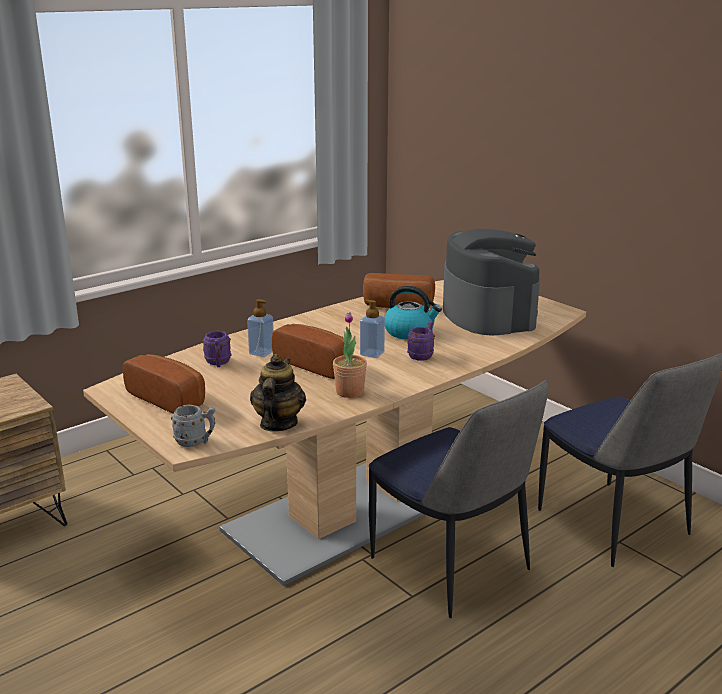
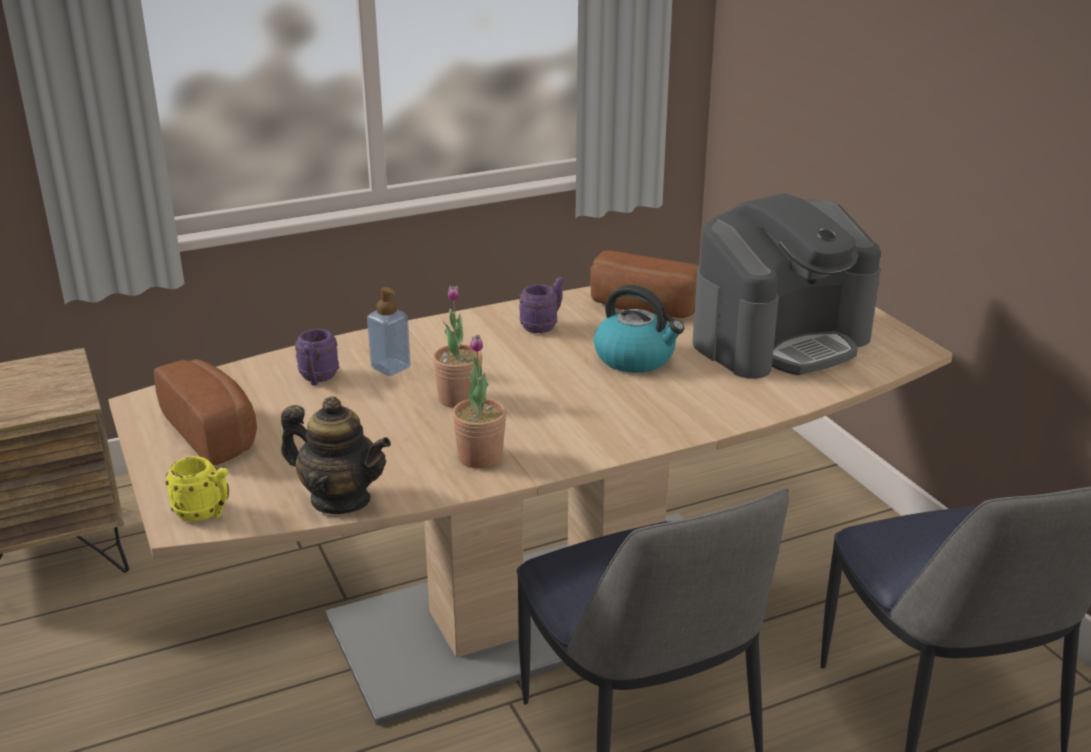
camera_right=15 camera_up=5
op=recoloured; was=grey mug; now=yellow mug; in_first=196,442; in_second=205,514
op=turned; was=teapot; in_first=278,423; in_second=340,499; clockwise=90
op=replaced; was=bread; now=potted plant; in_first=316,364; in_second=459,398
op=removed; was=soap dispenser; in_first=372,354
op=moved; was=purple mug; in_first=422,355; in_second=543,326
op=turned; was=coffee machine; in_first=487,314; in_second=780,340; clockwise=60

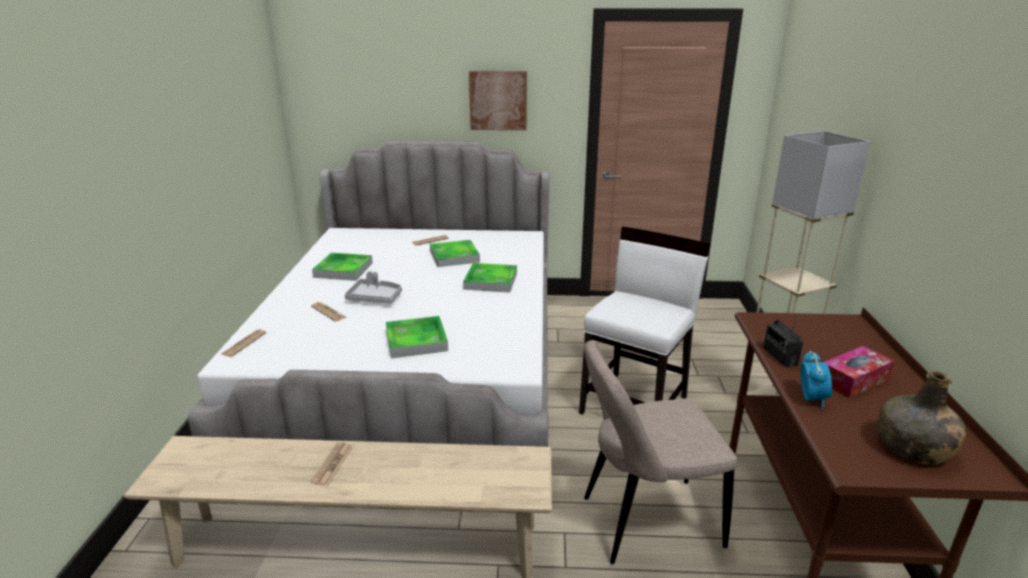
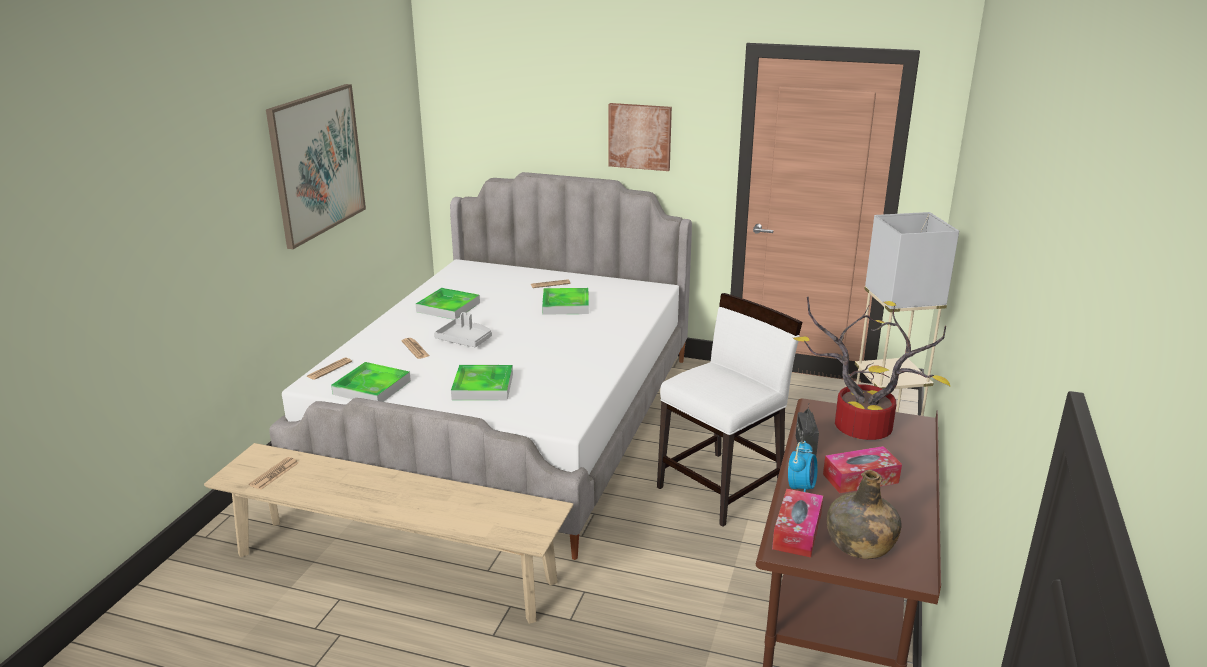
camera_right=15 camera_up=0
op=moved; was=newspaper; in_first=332,464; in_second=274,474
op=moved; was=tray; in_first=491,281; in_second=372,387
op=removed; was=beige chair; in_first=644,522
op=added; now=picture; in_second=317,163
op=added; now=tissue box; in_second=797,531
op=added; now=potted plant; in_second=857,429

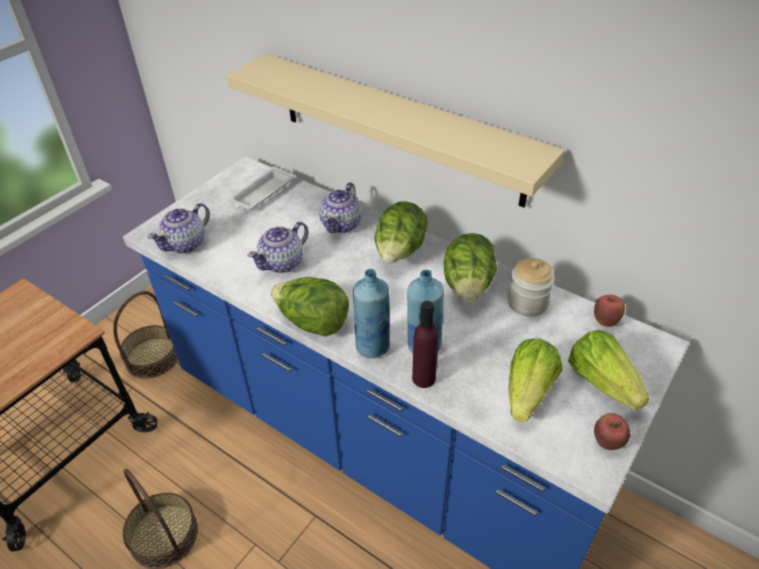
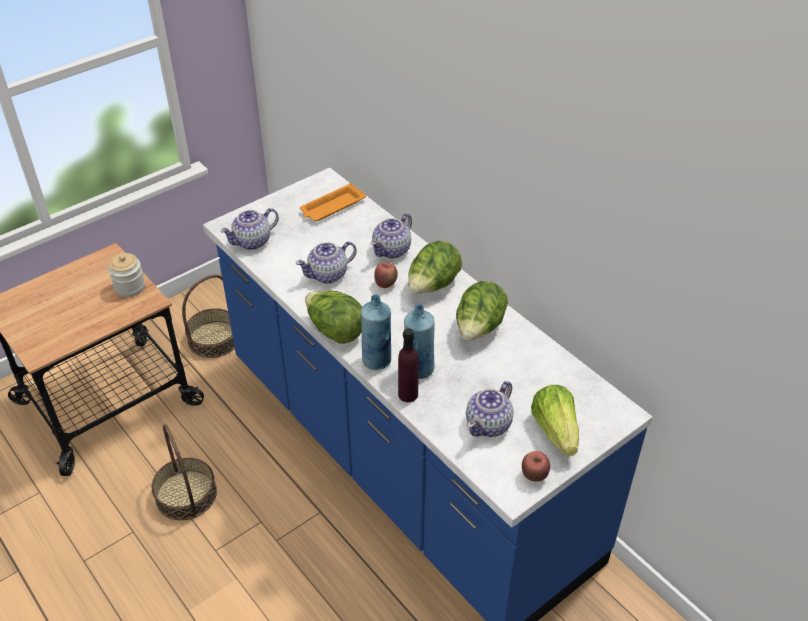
camera_right=15 camera_up=0
op=removed; was=beige shelf; in_first=398,128
op=recoloured; was=white tray; now=orange tray; in_first=261,193; in_second=332,207
op=moved; was=jar; in_first=527,303; in_second=130,287
op=replaced; was=lettuce; now=teapot; in_first=528,392; in_second=489,424
op=moved; was=apple; in_first=605,321; in_second=386,284

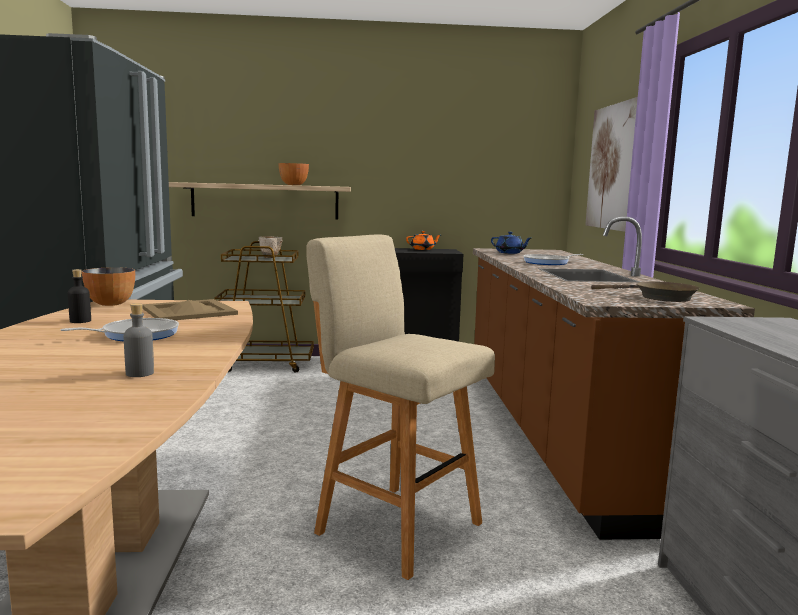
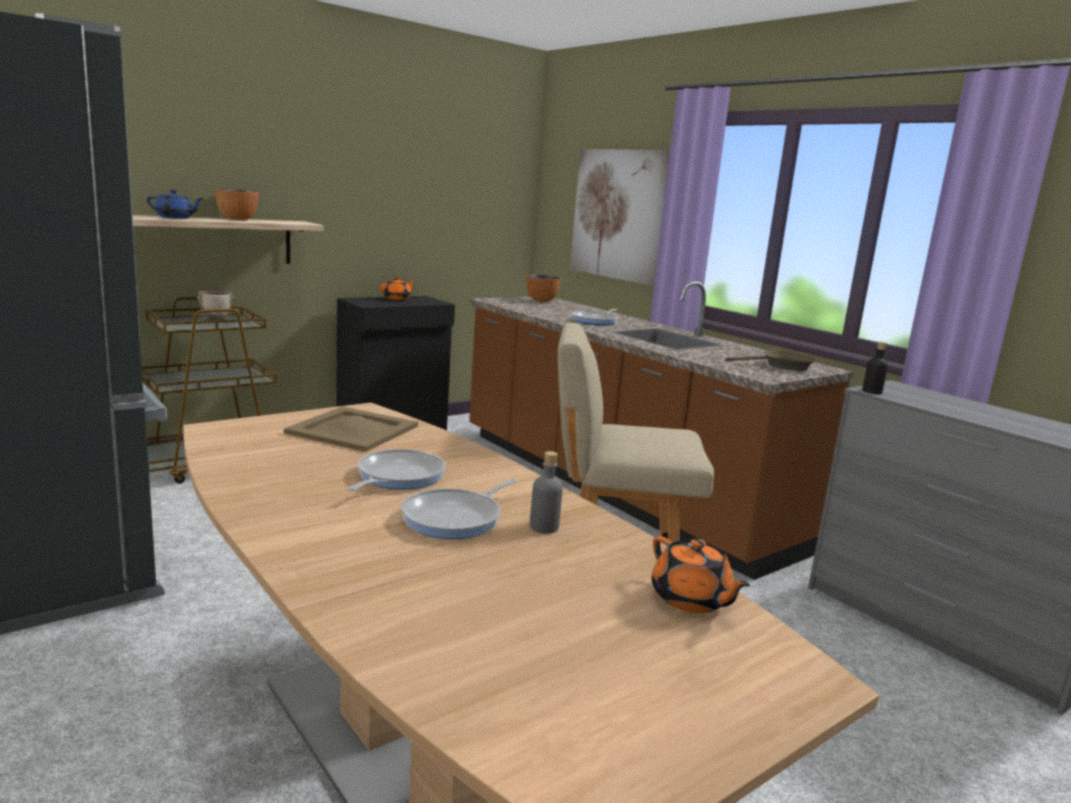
camera_right=-35 camera_up=5
op=moved; was=black bottle; in_first=80,321; in_second=872,391
op=moved; was=bowl; in_first=110,304; in_second=541,301
op=moved; was=blue teapot; in_first=509,253; in_second=175,218
op=added; now=frying pan; in_second=456,518
op=added; now=orange teapot; in_second=691,600

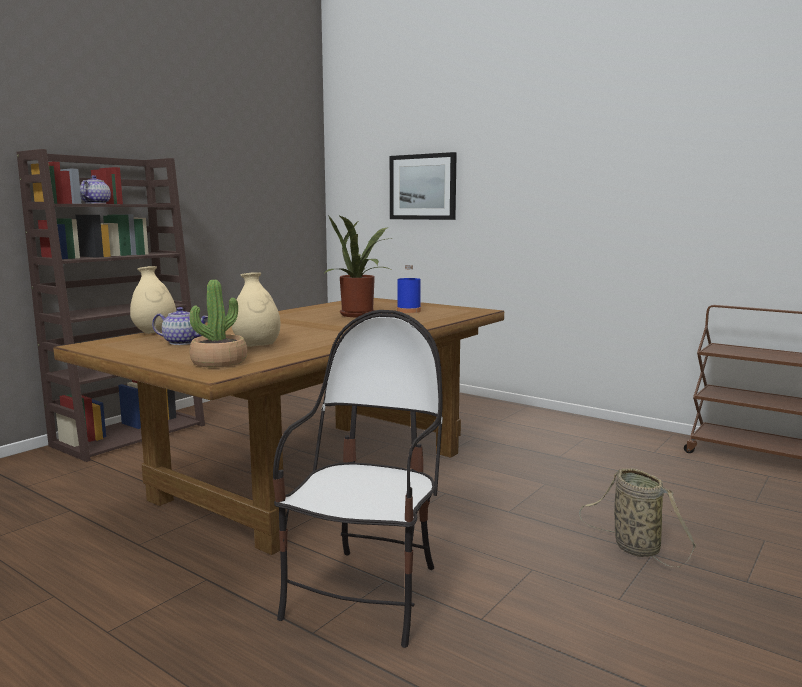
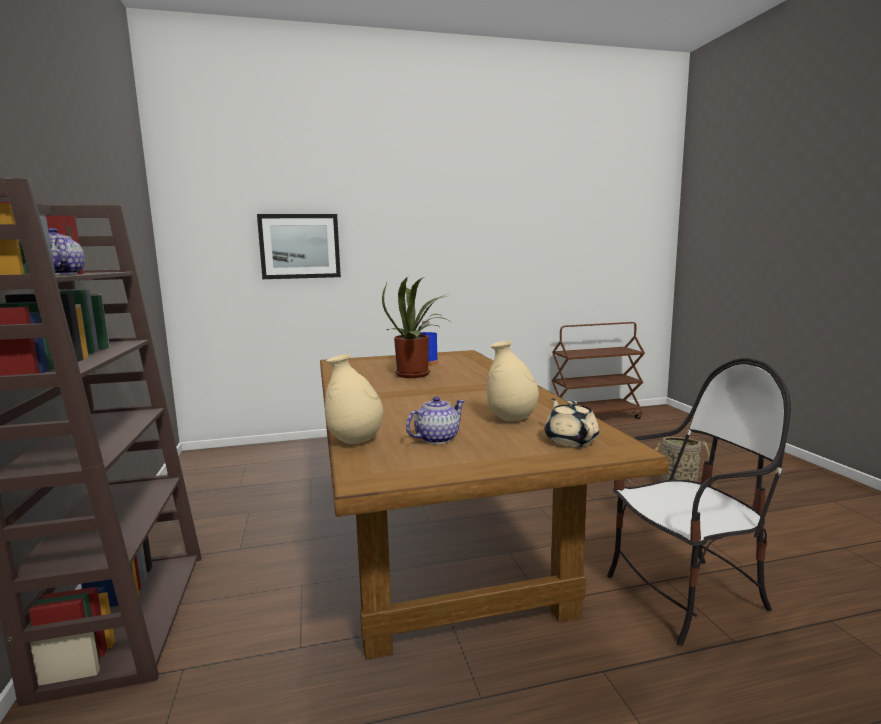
camera_right=-50 camera_up=0
op=replaced; was=potted plant; now=beige teapot; in_first=219,362; in_second=570,440
op=turned; was=chair; in_first=366,596; in_second=686,596; clockwise=105

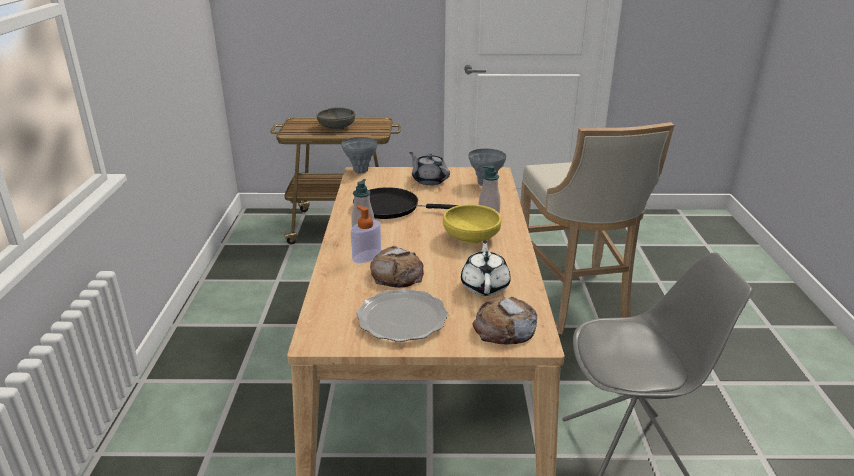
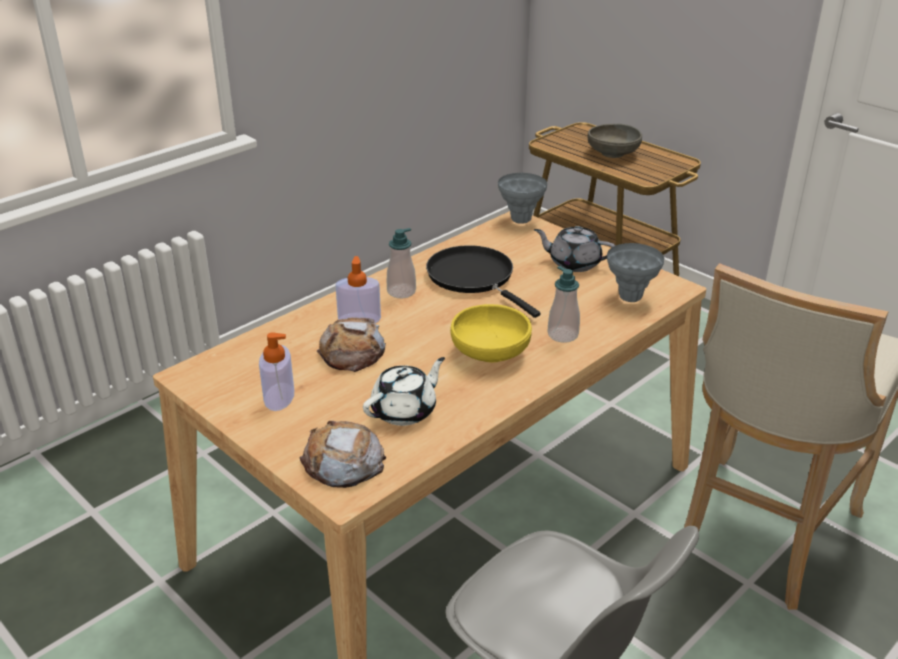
camera_right=45 camera_up=5
op=replaced; was=plate; now=soap dispenser; in_first=401,318; in_second=279,397
op=turned; was=grey teapot; in_first=429,180; in_second=573,263; clockwise=-75

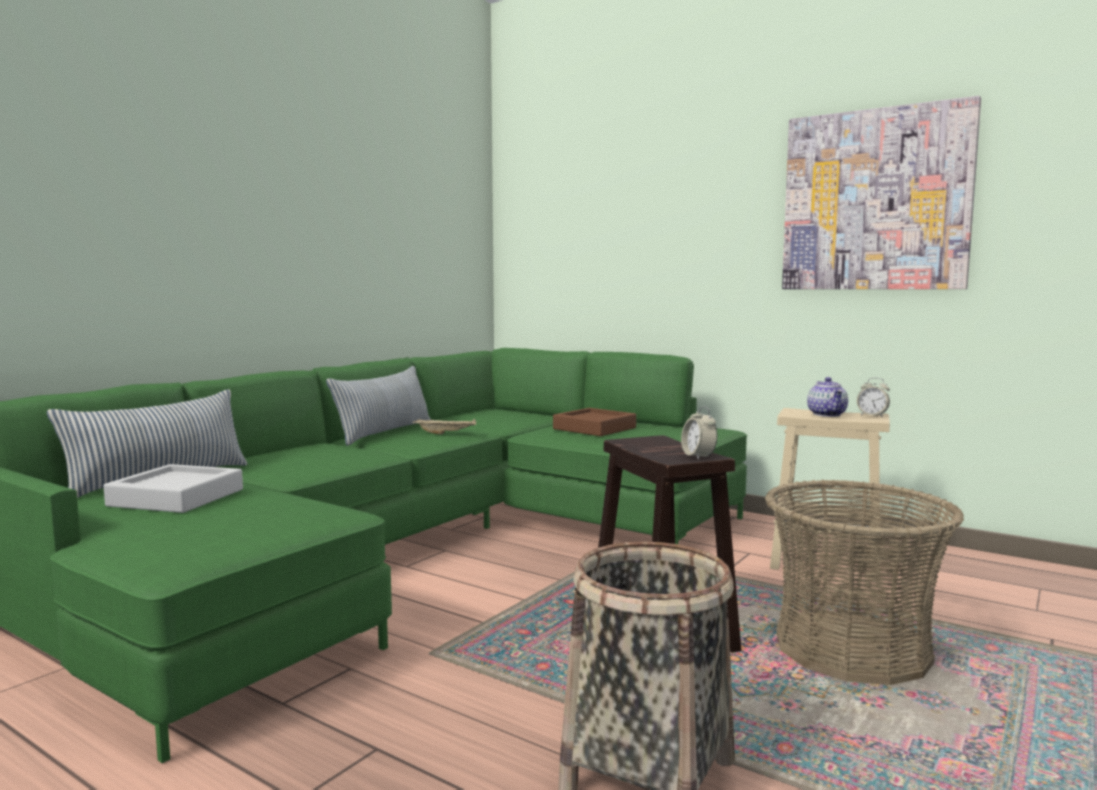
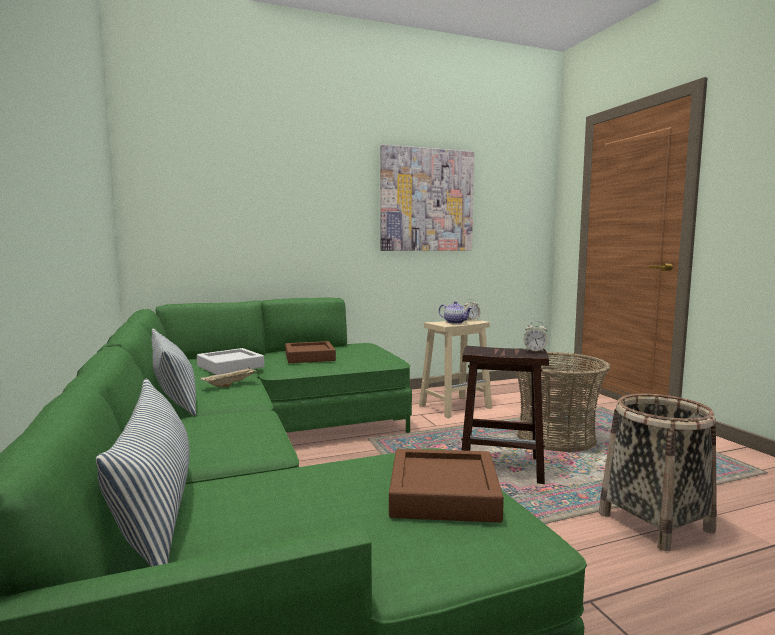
camera_right=-55 camera_up=0
op=moved; was=grey tray; in_first=176,497; in_second=230,366
op=added; now=brown tray; in_second=443,494

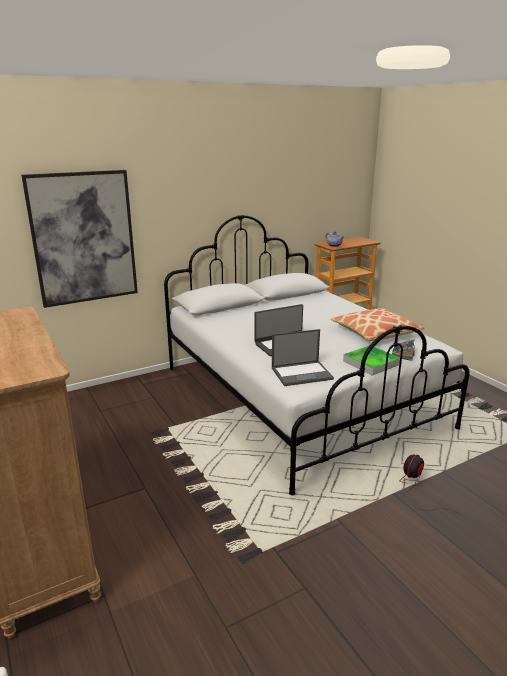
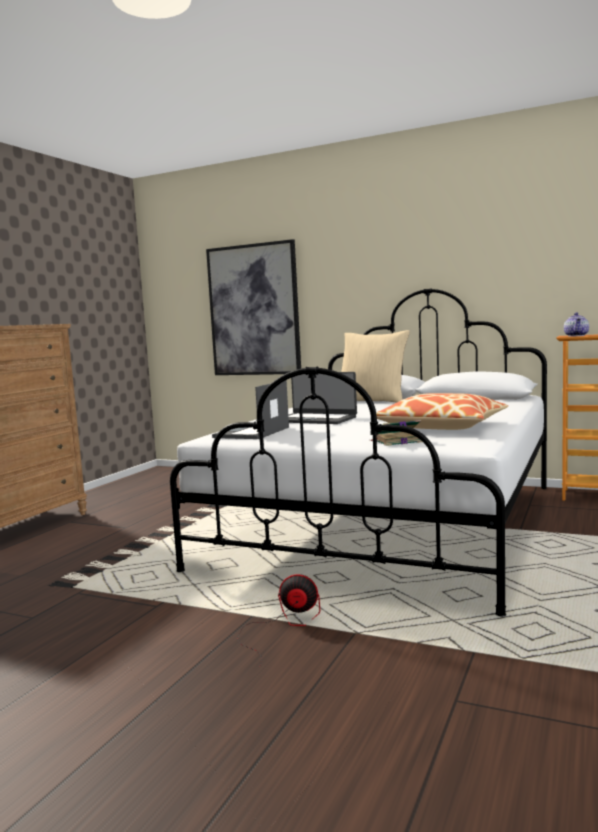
camera_right=55 camera_up=-15
op=turned; was=laptop; in_first=302,373; in_second=251,432; clockwise=75
op=removed; was=tray; in_first=371,363
op=added; now=beige pillow; in_second=373,400

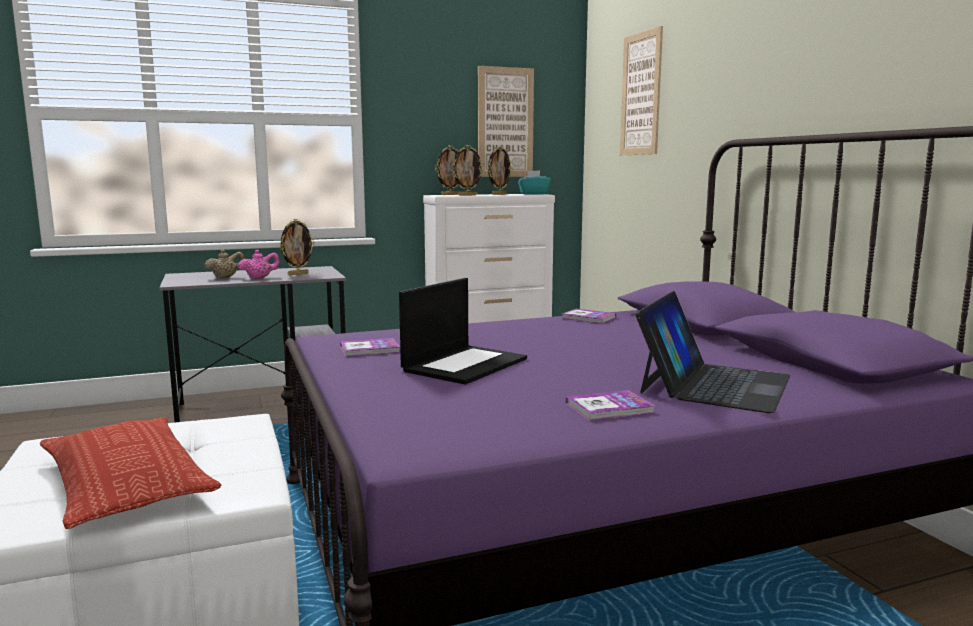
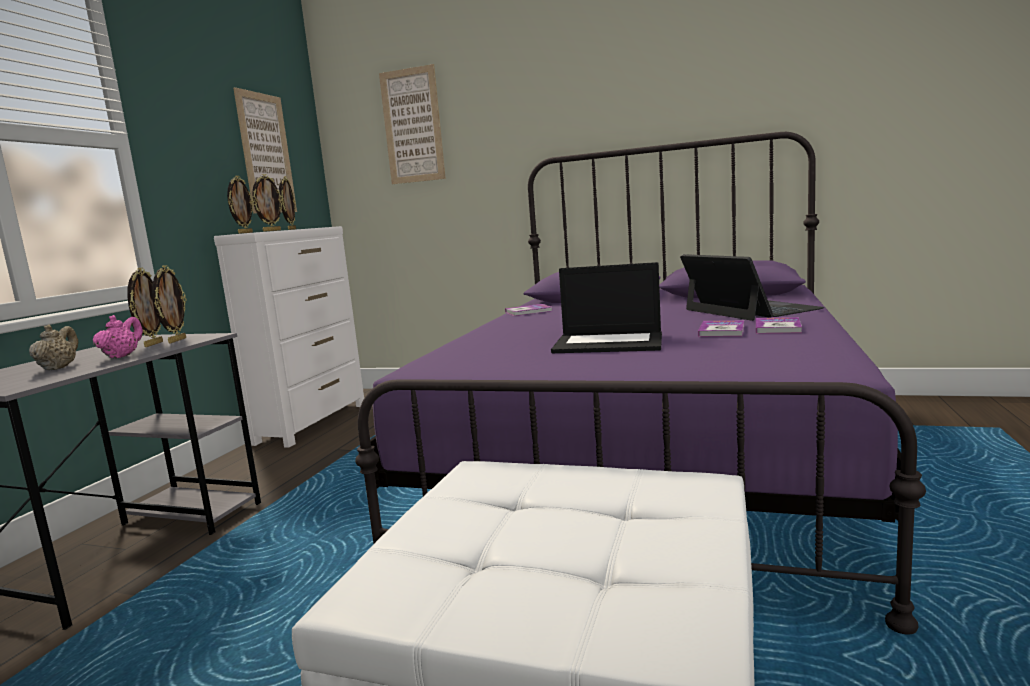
camera_right=-50 camera_up=0
op=removed; was=pillow; in_first=126,482
op=moved; was=book; in_first=370,349; in_second=721,331
op=turned; was=laptop; in_first=465,364; in_second=610,343; clockwise=120
op=removed; was=turquoise tissue box; in_first=533,194
op=added; now=picture frame; in_second=176,340

